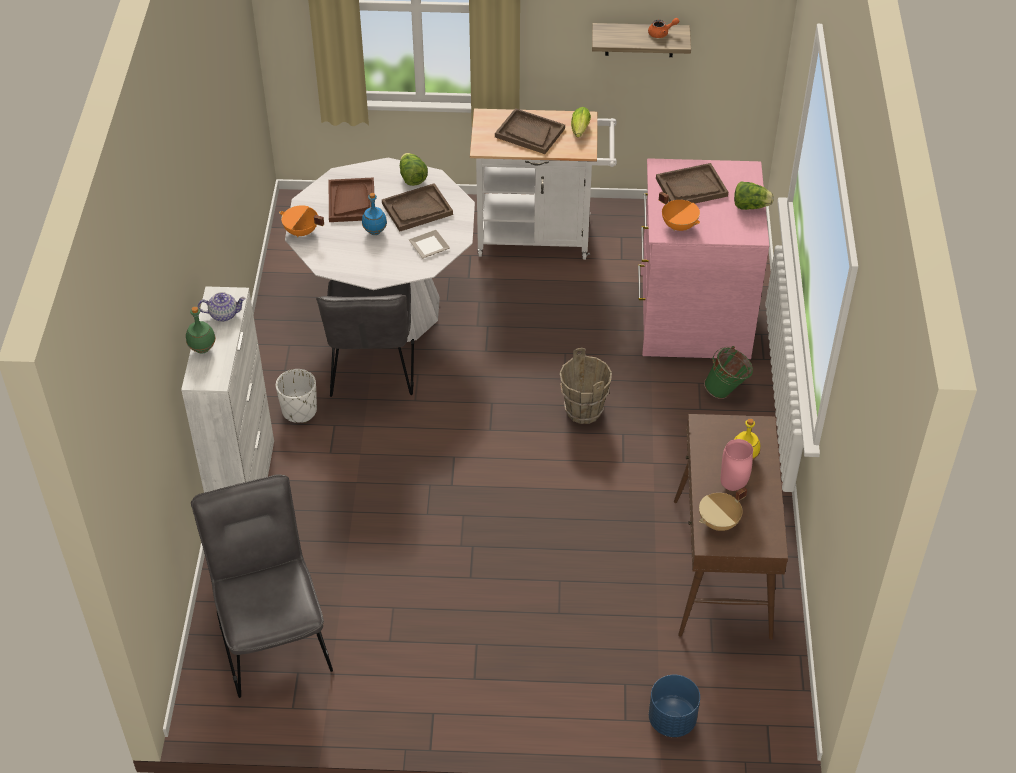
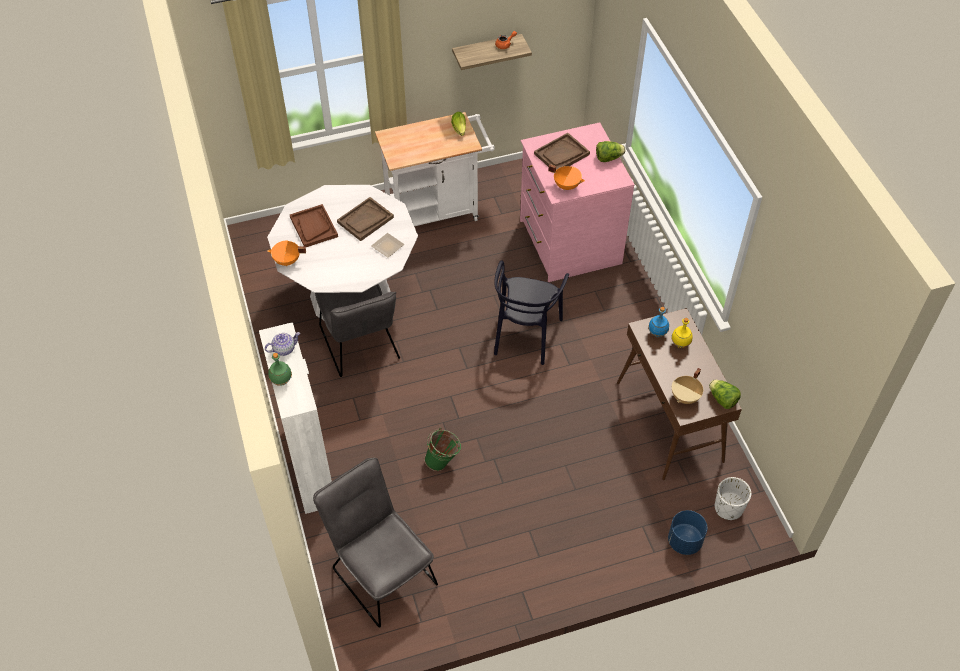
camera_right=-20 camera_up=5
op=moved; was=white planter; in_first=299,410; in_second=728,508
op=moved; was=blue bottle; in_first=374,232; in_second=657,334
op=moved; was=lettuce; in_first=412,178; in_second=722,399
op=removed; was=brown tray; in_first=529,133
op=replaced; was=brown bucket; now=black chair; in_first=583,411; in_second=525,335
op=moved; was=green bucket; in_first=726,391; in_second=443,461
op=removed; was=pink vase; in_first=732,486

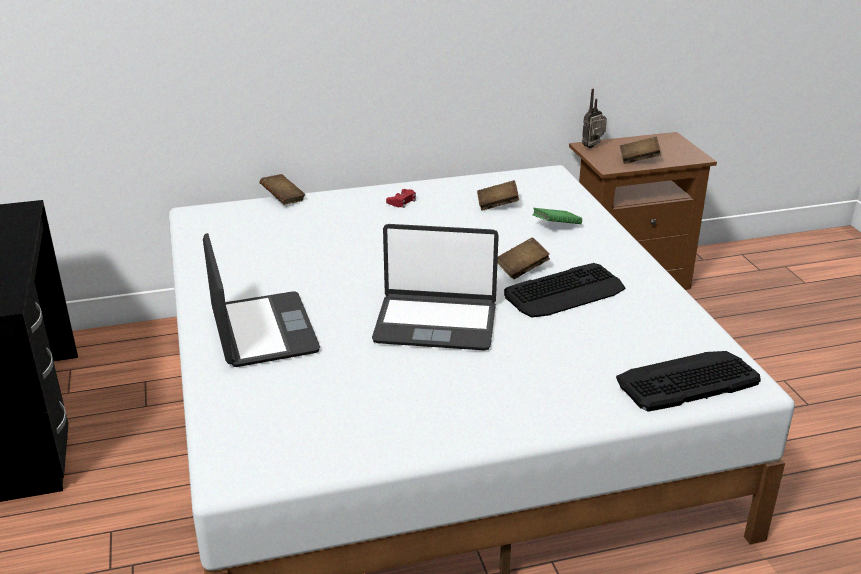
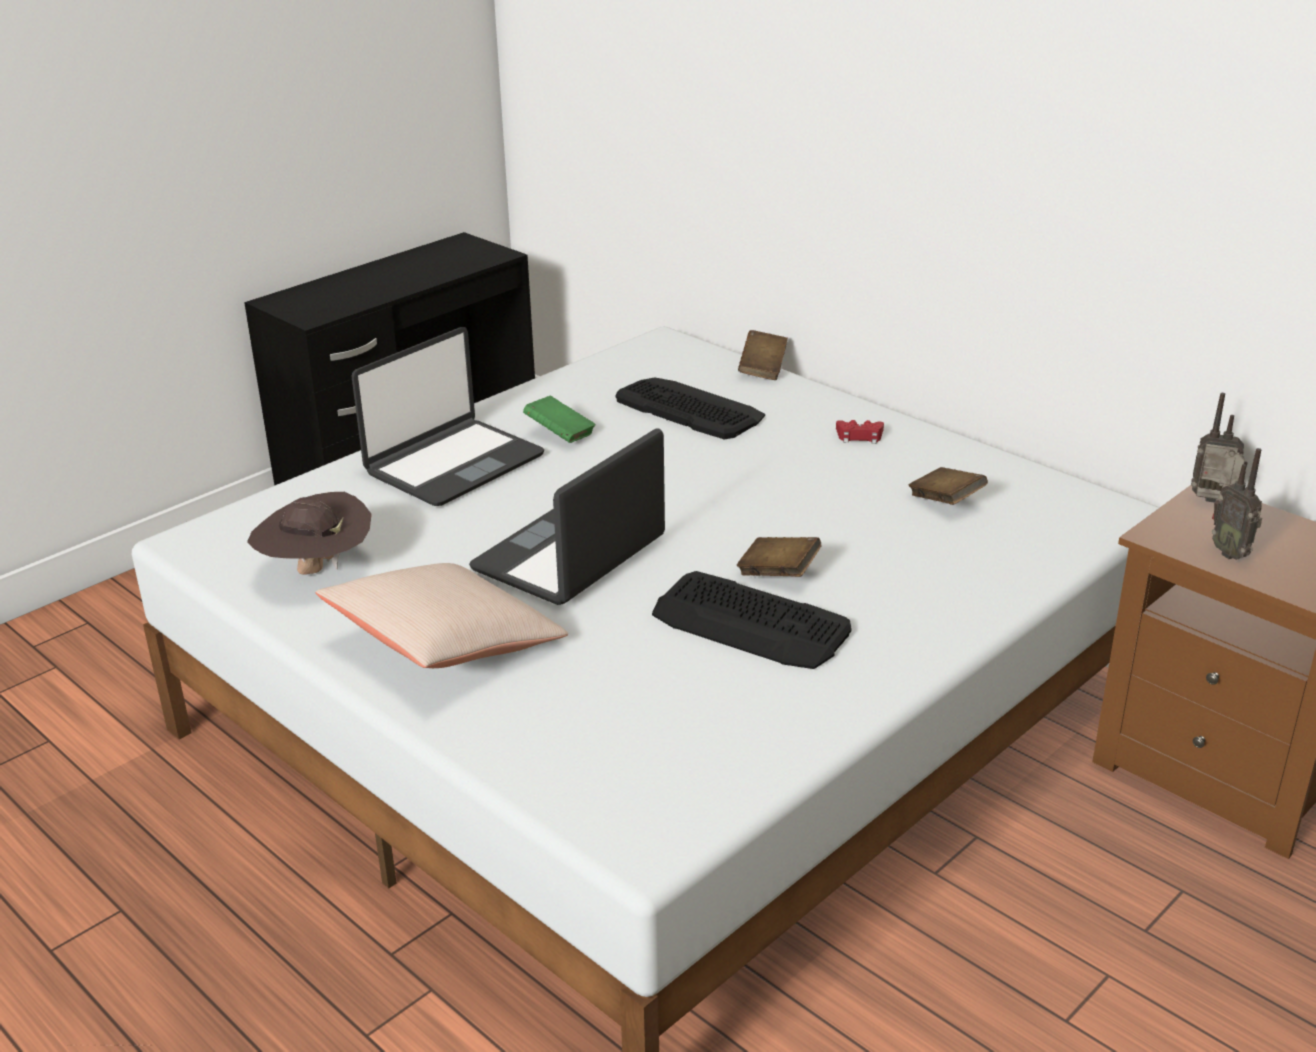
camera_right=60 camera_up=0
op=turned; was=laptop; in_first=435,323; in_second=571,555; clockwise=60
op=moved; was=green book; in_first=556,226; in_second=560,434
op=moved; was=keyboard; in_first=687,381; in_second=689,408
op=replaced; was=brown book; now=radio; in_first=639,160; in_second=1231,553
op=added; now=brown hat; in_second=316,571
op=added; now=beige pillow; in_second=445,644

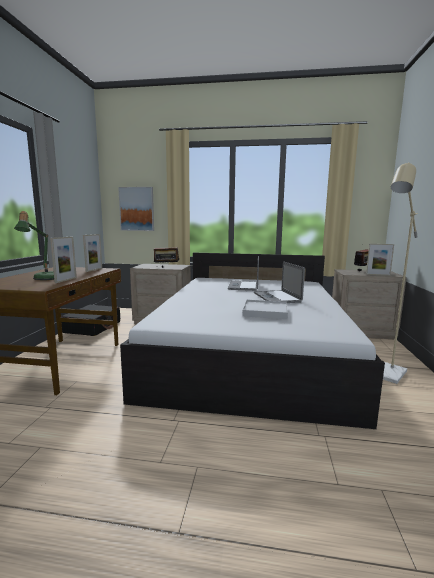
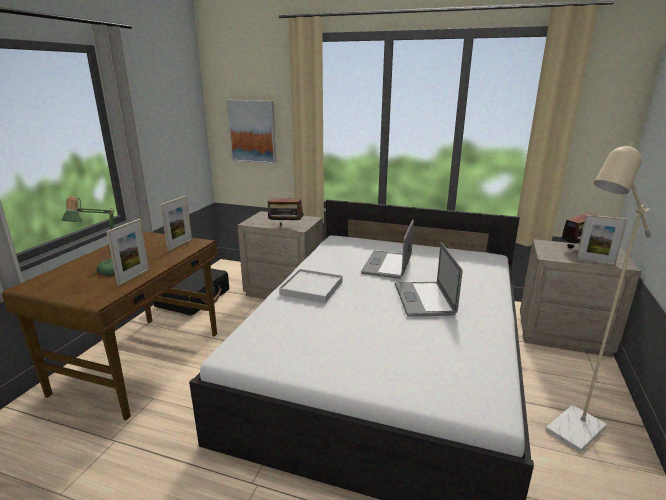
camera_right=10 camera_up=10
op=moved; was=white tray; in_first=265,312; in_second=311,288

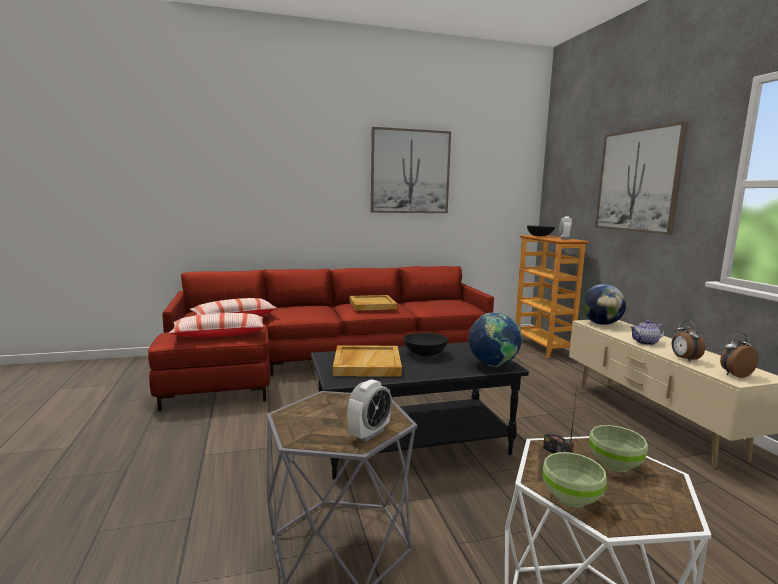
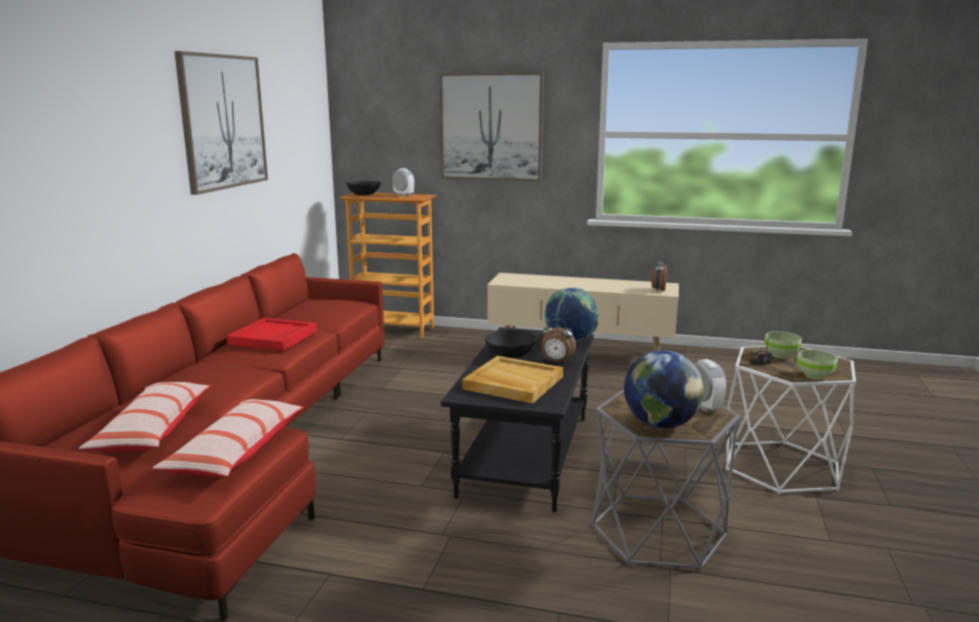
camera_right=-60 camera_up=5
op=recoloured; was=beige tray; now=red tray; in_first=372,305; in_second=273,337
op=moved; was=globe; in_first=601,324; in_second=660,424
op=removed; was=teapot; in_first=645,342
op=moved; was=alarm clock; in_first=684,359; in_second=556,362

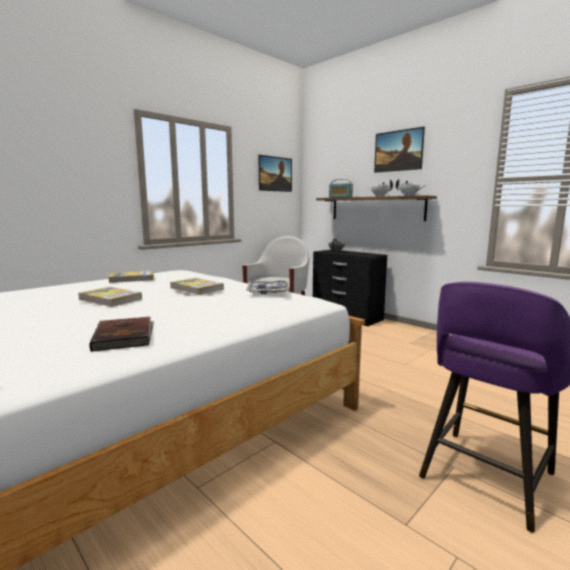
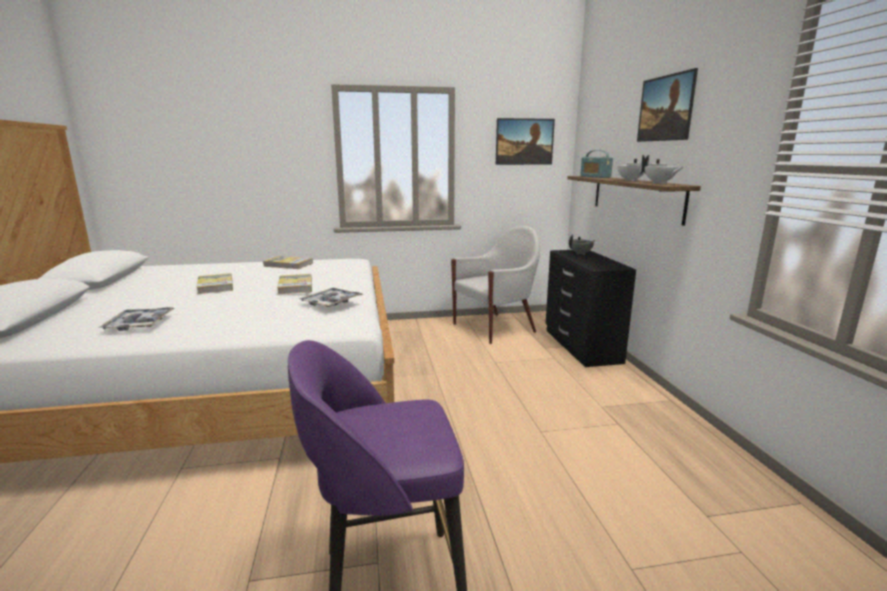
camera_right=35 camera_up=5
op=replaced; was=brown book; now=tray; in_first=125,336; in_second=139,324

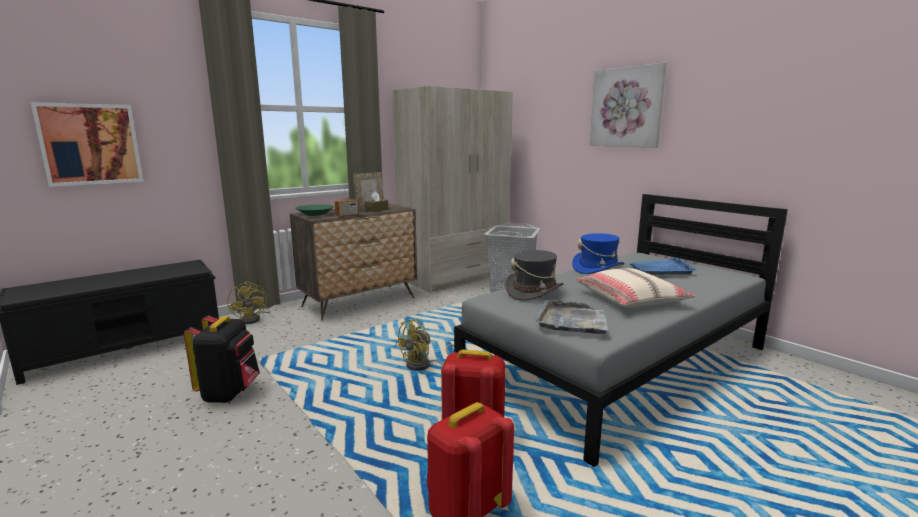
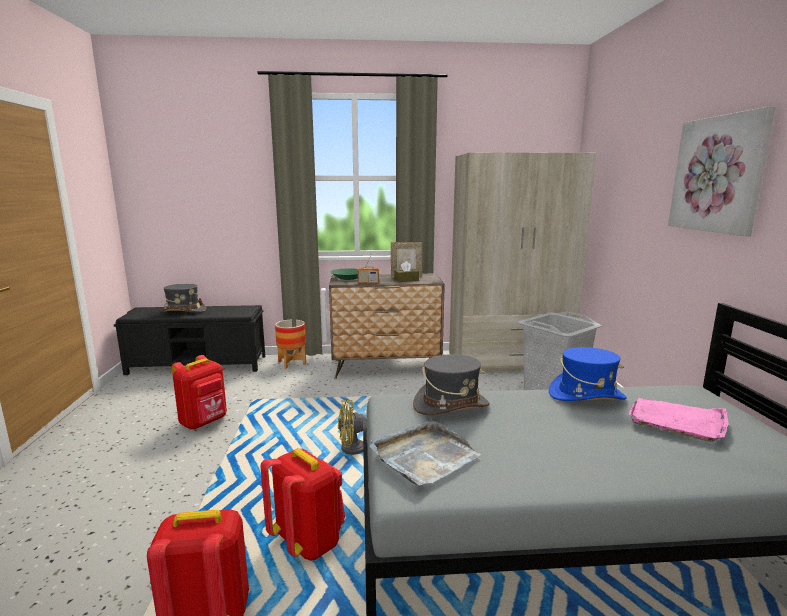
camera_right=35 camera_up=0
op=removed; was=picture; in_first=90,144
op=recoloured; was=black backpack; now=red backpack; in_first=229,393; in_second=204,422
op=replaced; was=yellow fan; now=planter; in_first=253,319; in_second=292,363
op=removed; was=beige pillow; in_first=631,299
op=recoloured; was=blue tray; now=pink tray; in_first=661,269; in_second=677,421
op=added; now=grey hat; in_second=183,311

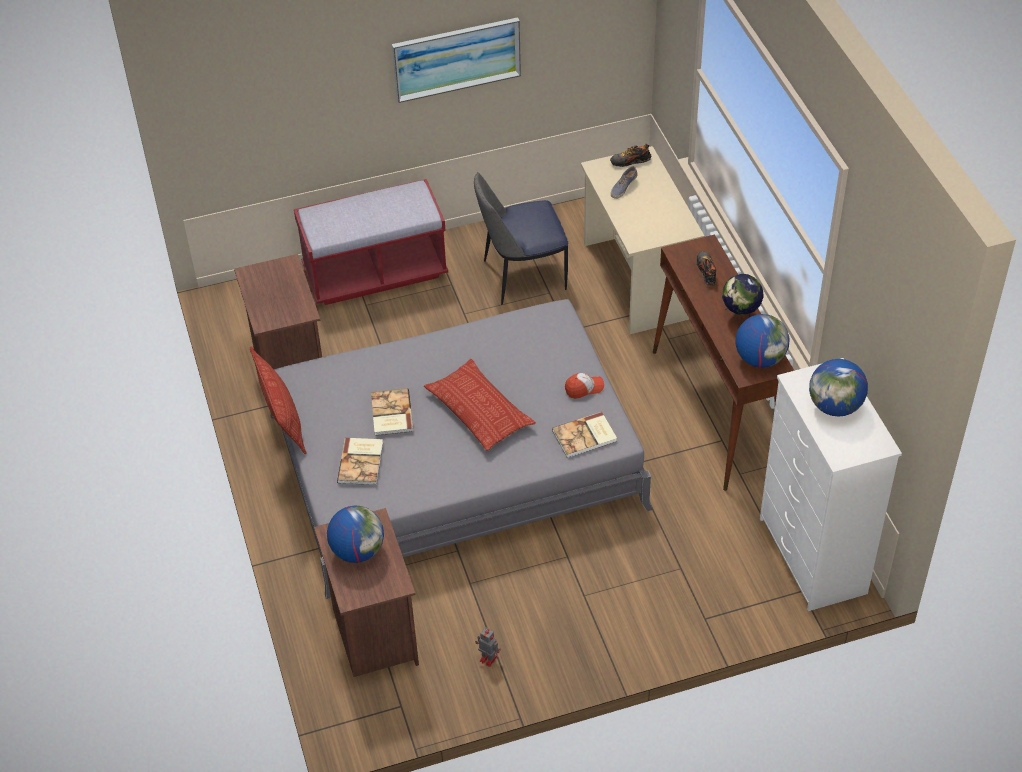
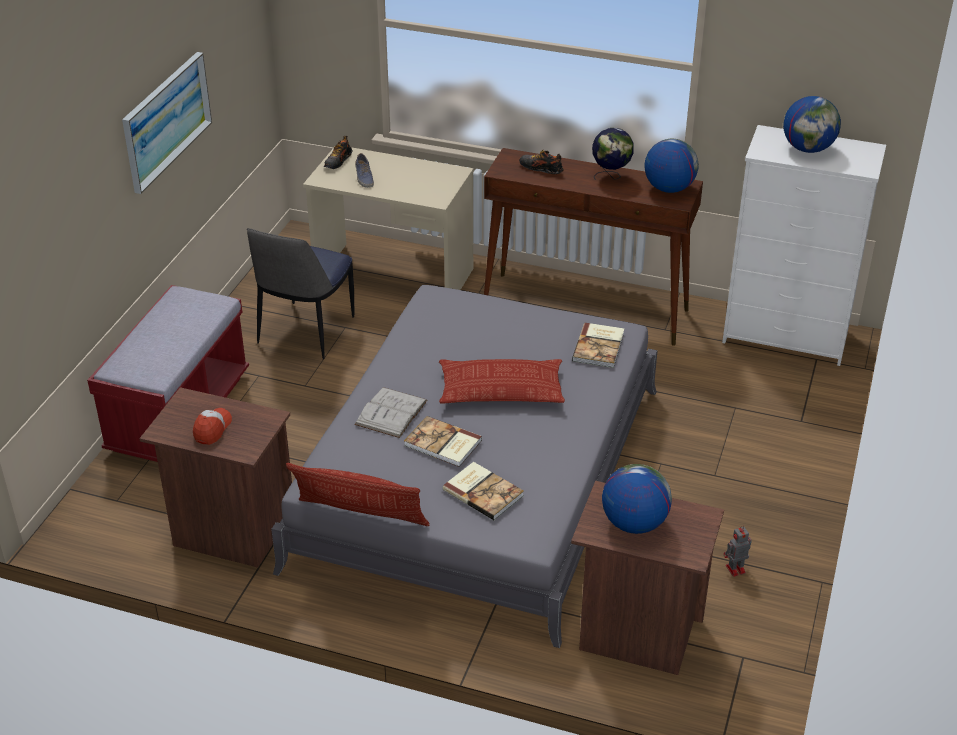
camera_right=-55 camera_up=-10
op=moved; was=cap; in_first=584,388; in_second=212,429
op=added; now=white book; in_second=391,412

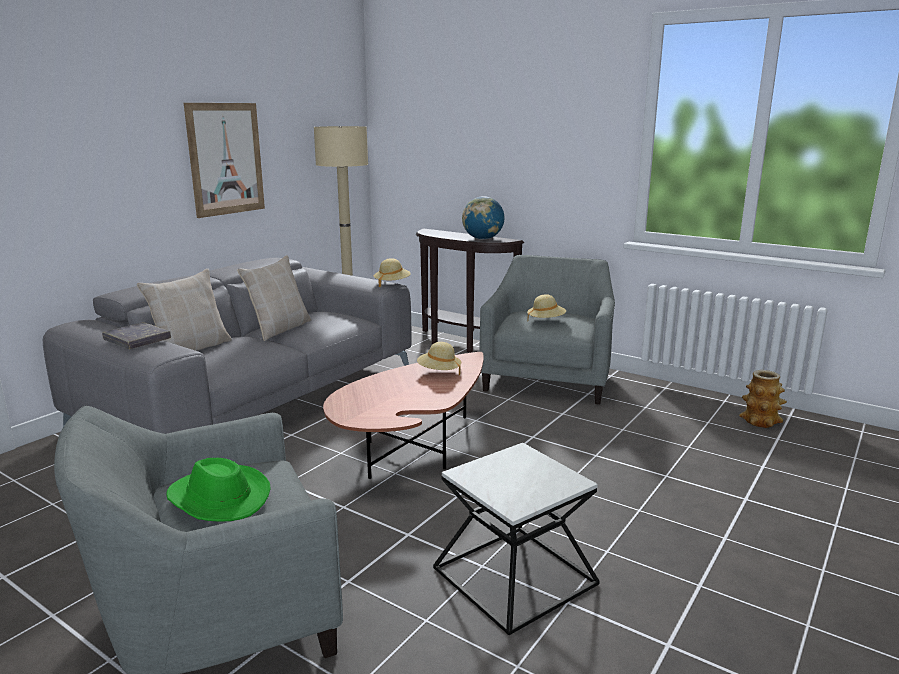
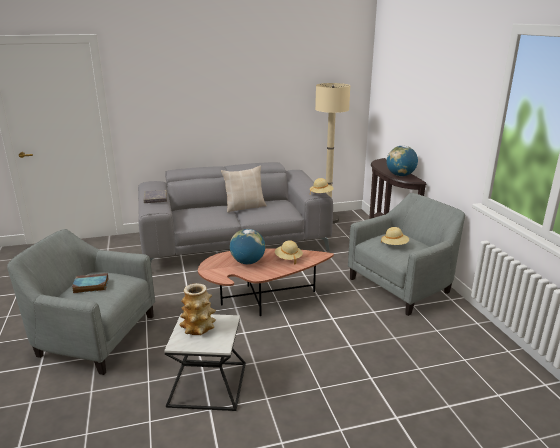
camera_right=40 camera_up=5
op=removed; was=beige pillow; in_first=191,348
op=replaced; was=green hat; now=book; in_first=217,498; in_second=90,286
op=removed; was=picture; in_first=226,159
op=moved; was=vase; in_first=760,422; in_second=198,328
op=added; now=globe; in_second=247,262

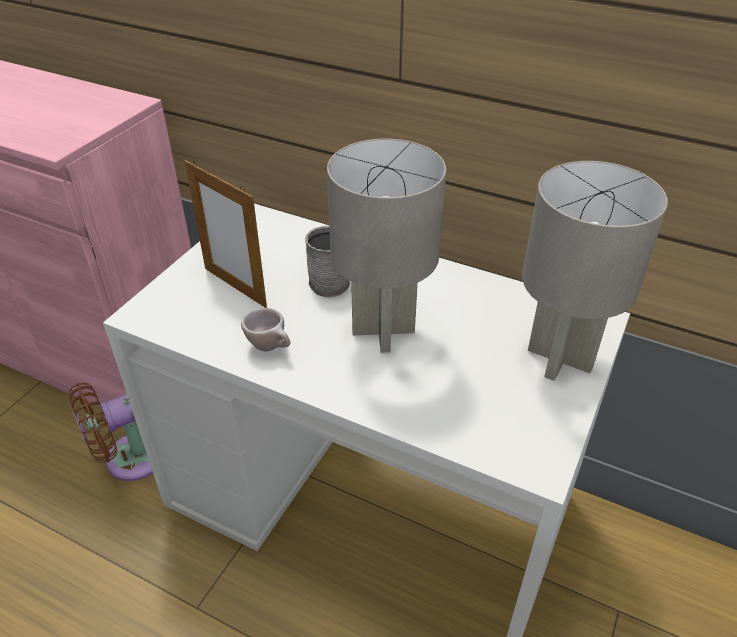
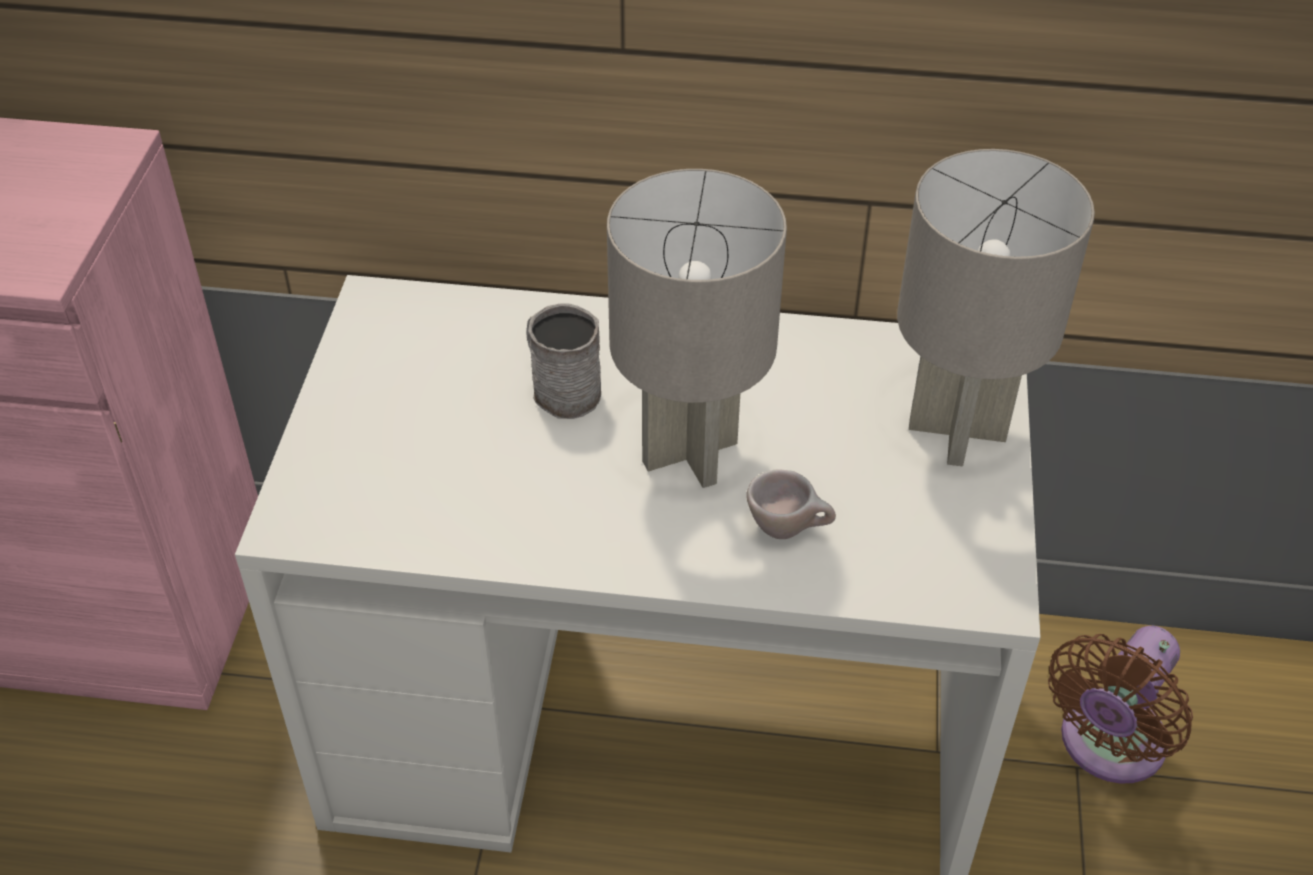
camera_right=-20 camera_up=5
op=moved; was=brown fan; in_first=129,460; in_second=1107,746
op=removed; was=picture frame; in_first=235,287
op=moved; was=beige cup; in_first=271,347; in_second=788,529

